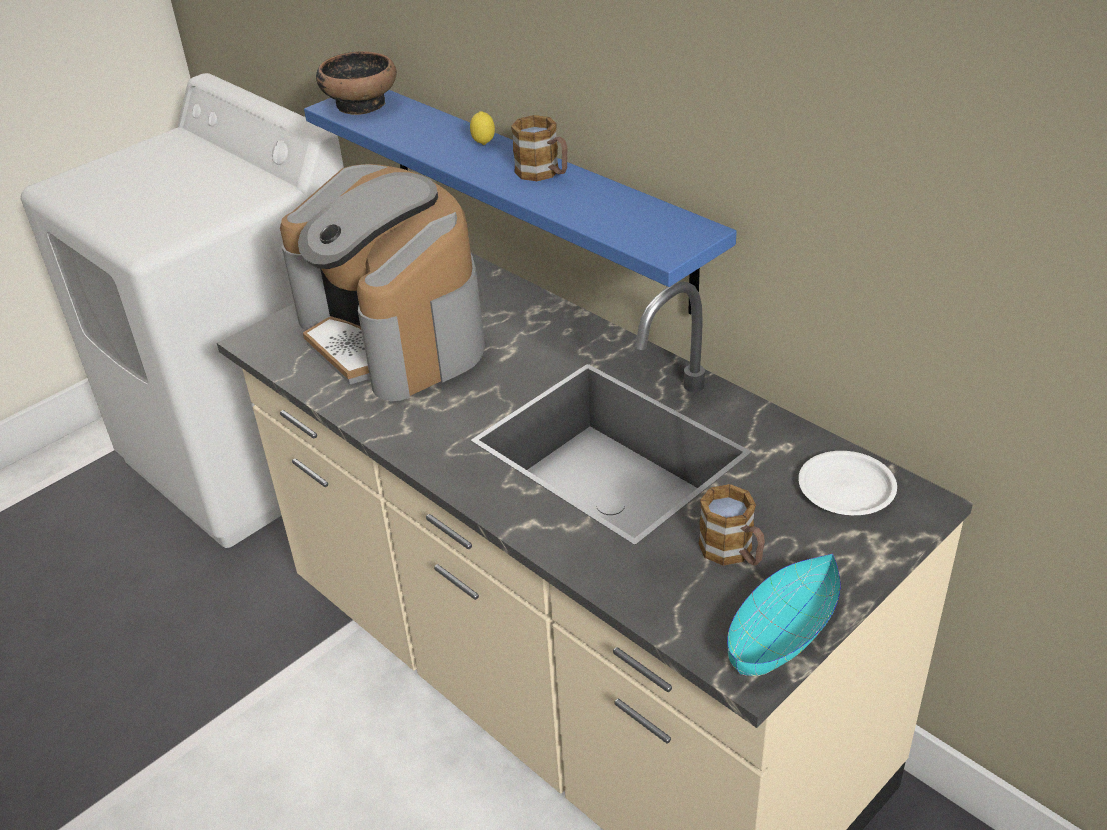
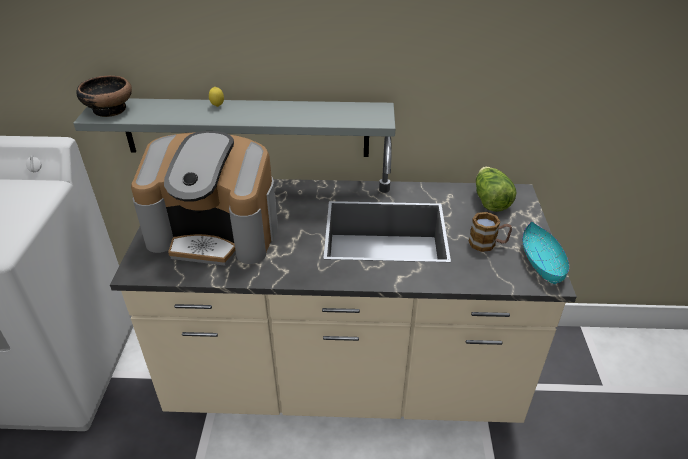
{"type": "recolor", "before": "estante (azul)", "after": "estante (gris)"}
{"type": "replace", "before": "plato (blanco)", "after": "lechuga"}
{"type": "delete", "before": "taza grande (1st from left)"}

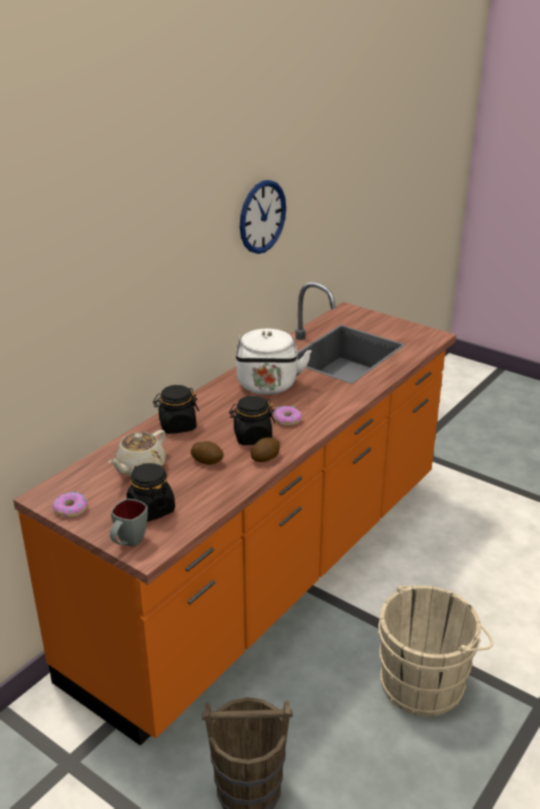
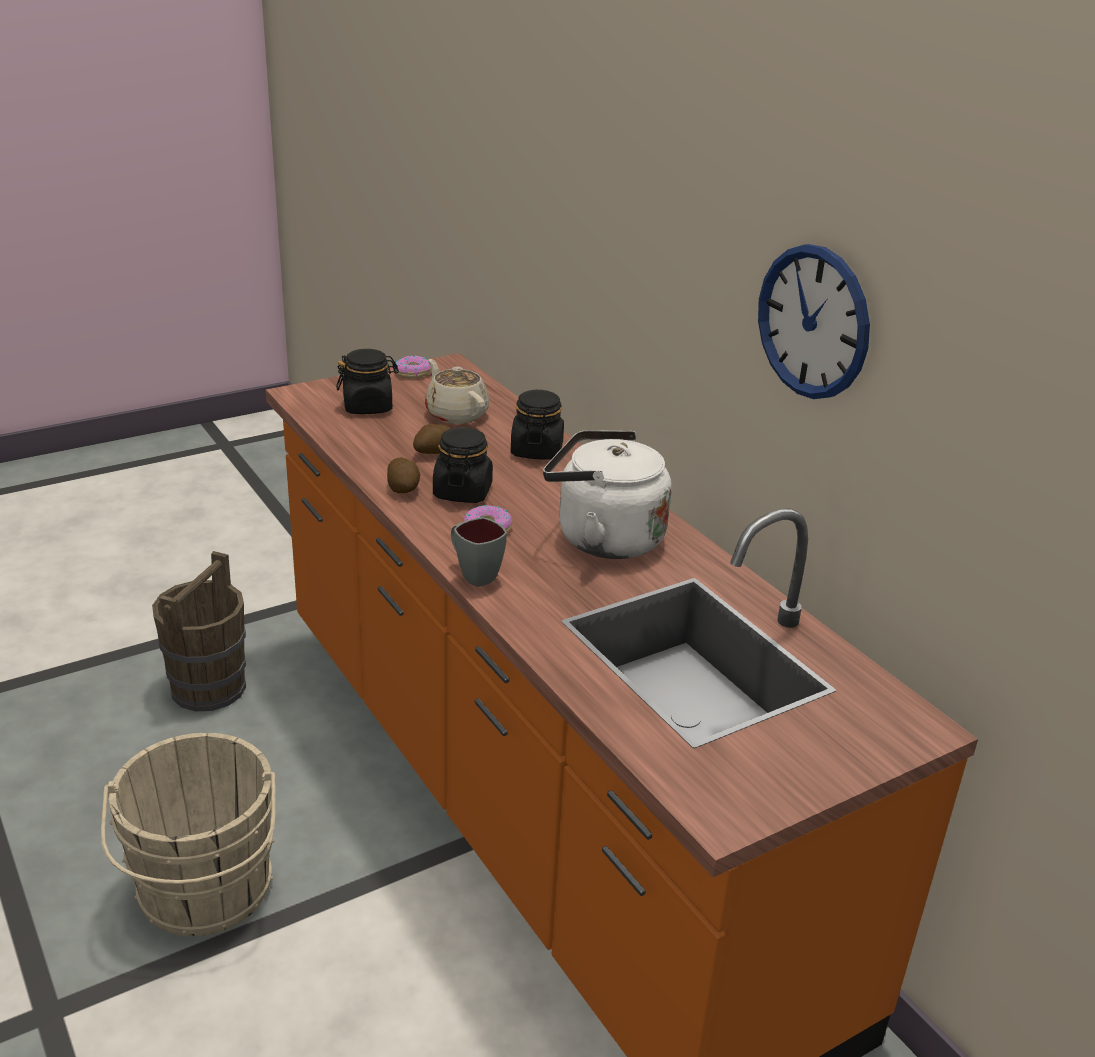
{"type": "move", "before": "taza grande (gris)"}

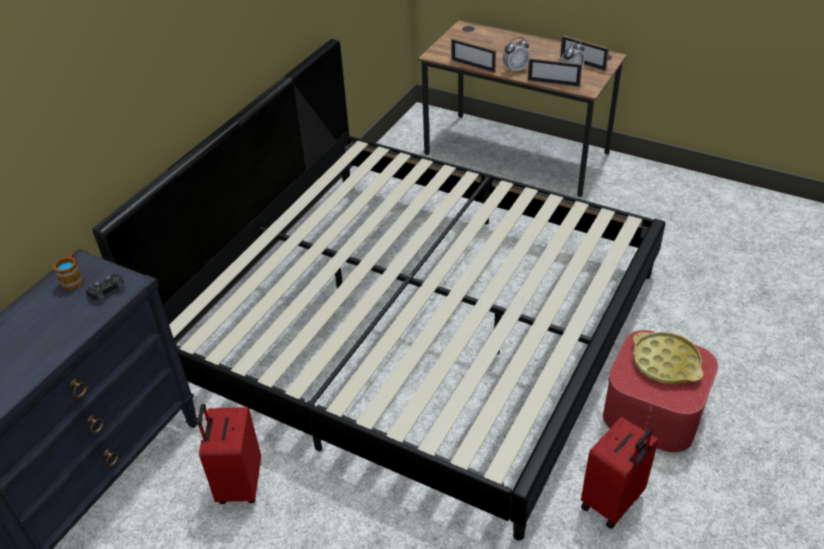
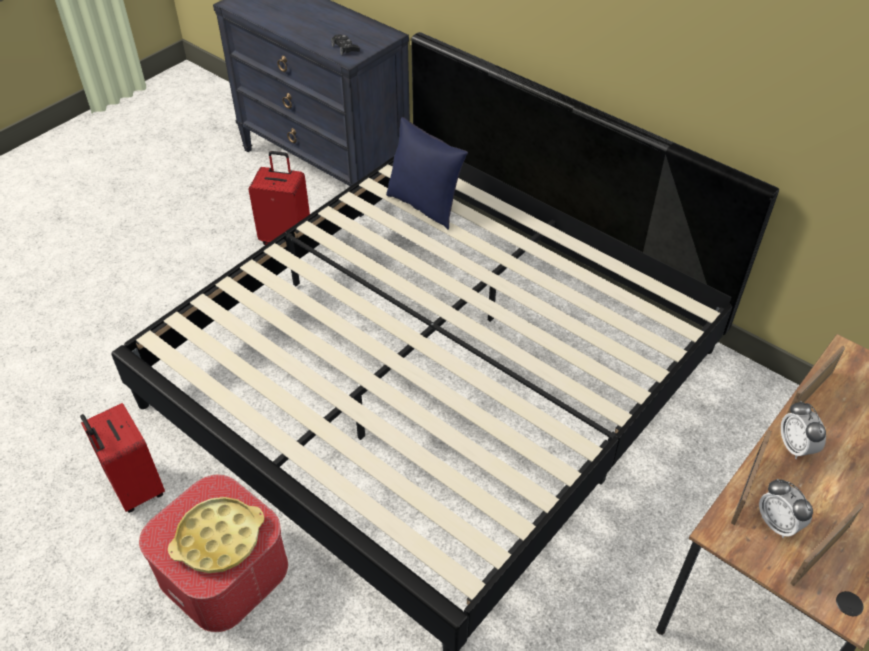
{"type": "insert", "after": "cojín (azul)"}
{"type": "delete", "before": "taza grande"}

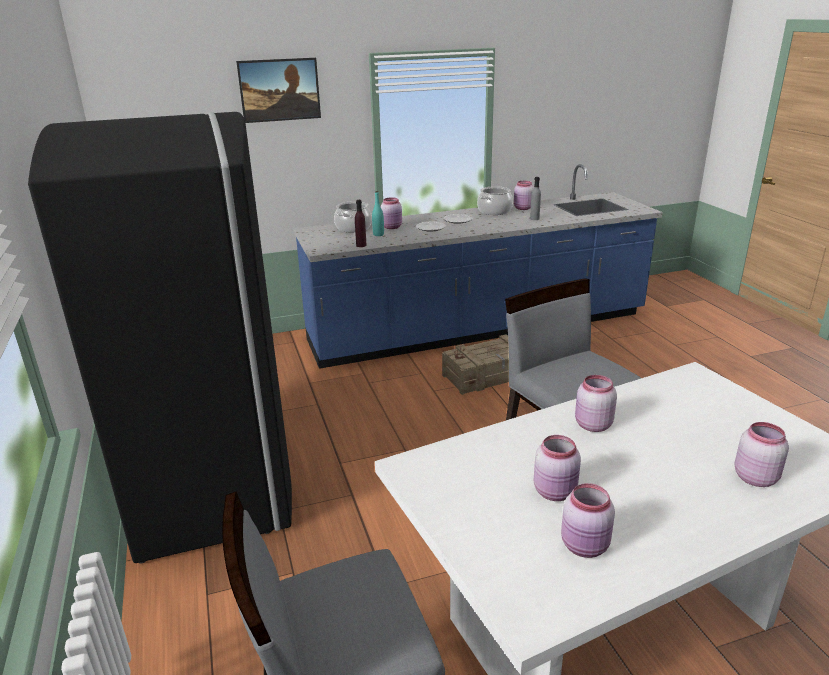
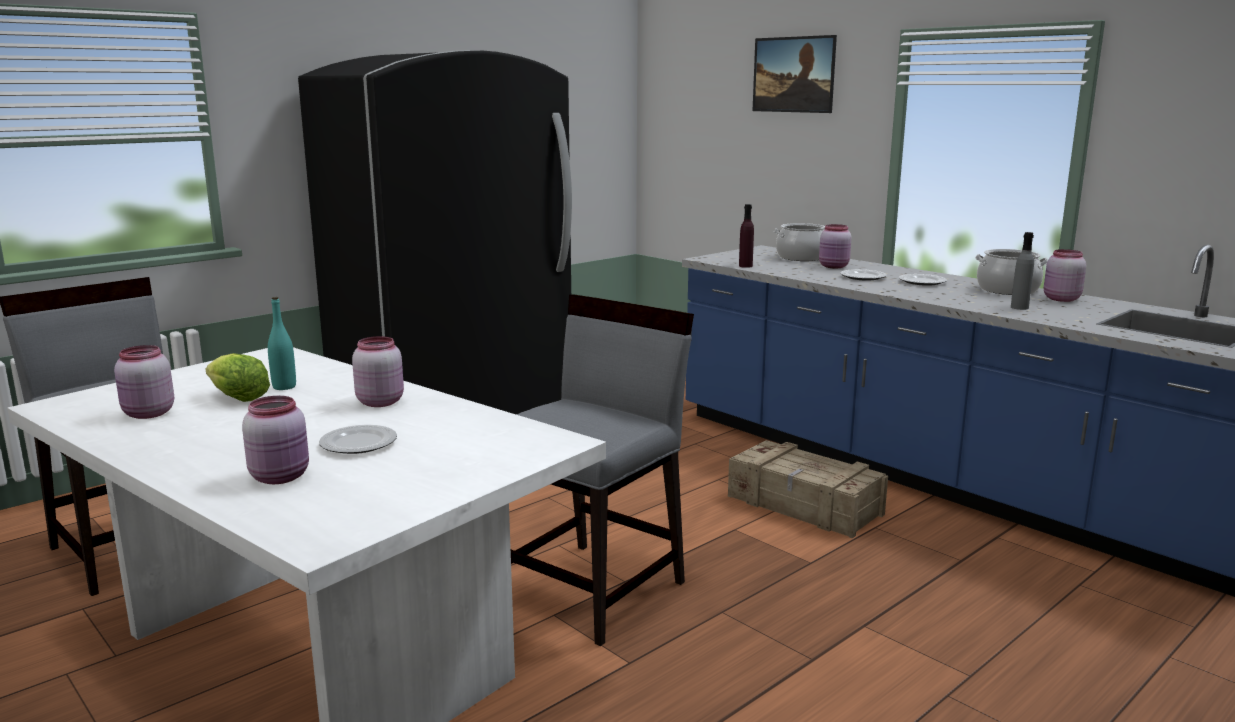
{"type": "replace", "before": "tarro (rosa) (3rd from left)", "after": "lechuga"}
{"type": "move", "before": "botella (turquesa)"}
{"type": "insert", "after": "plato (1st from left)"}

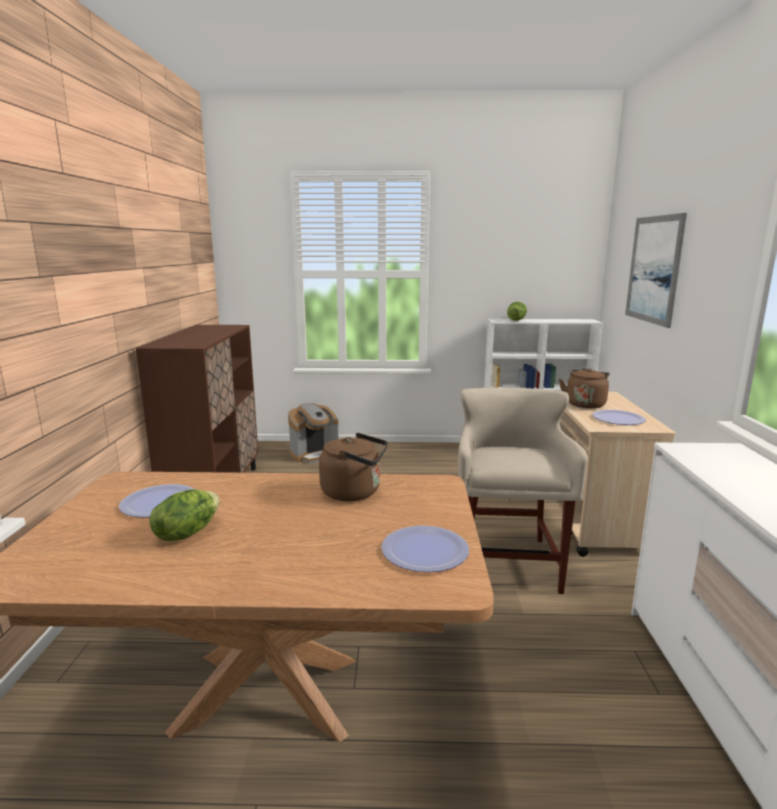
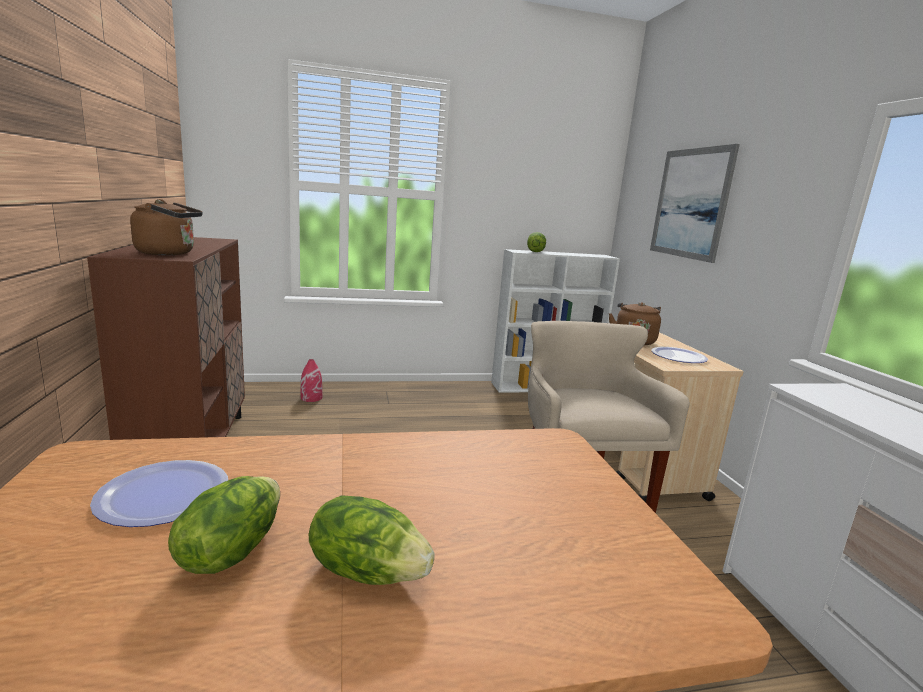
{"type": "move", "before": "hervidor (marrón) (1st from left)"}
{"type": "replace", "before": "cafetera", "after": "florero (rojo)"}
{"type": "insert", "after": "lechuga (2nd from left)"}
{"type": "delete", "before": "plato (2nd from left)"}

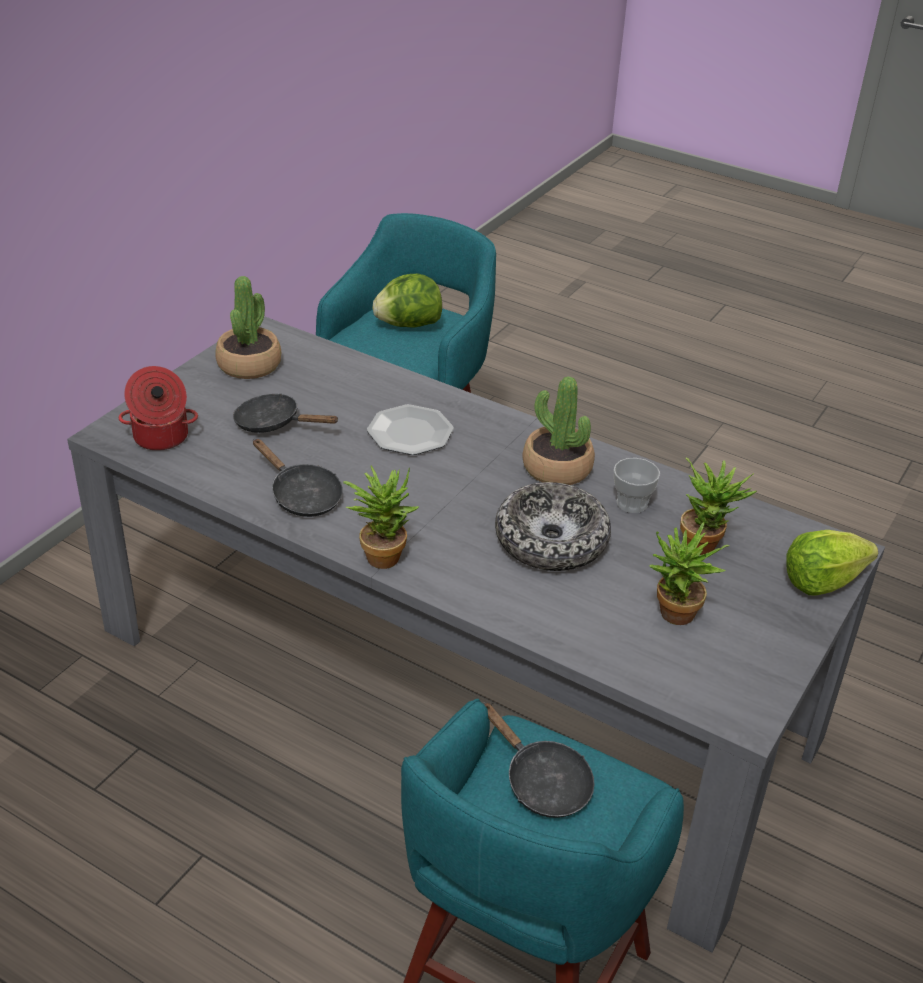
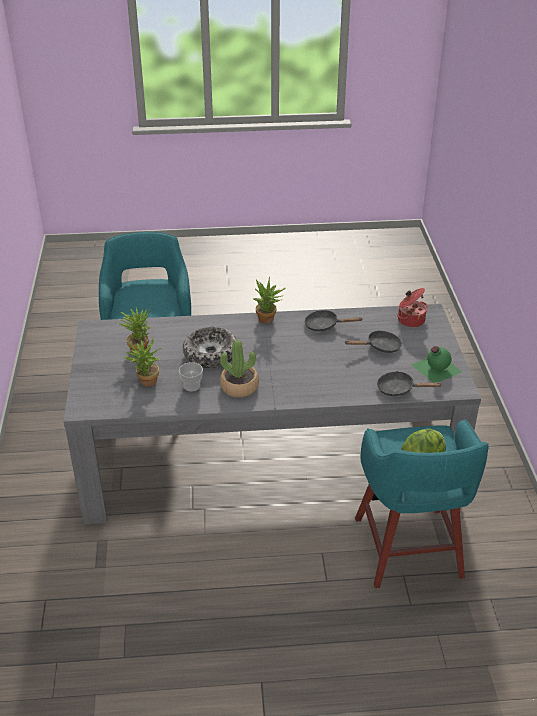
{"type": "move", "before": "sartén (negro) (3rd from left)"}
{"type": "replace", "before": "planta en maceta (1st from left)", "after": "botella (verde)"}
{"type": "delete", "before": "plato"}
{"type": "delete", "before": "lechuga (2nd from left)"}

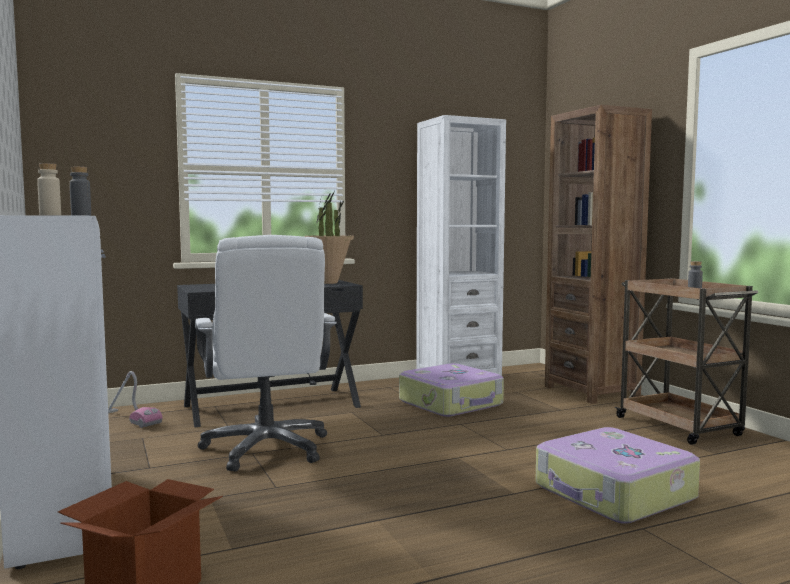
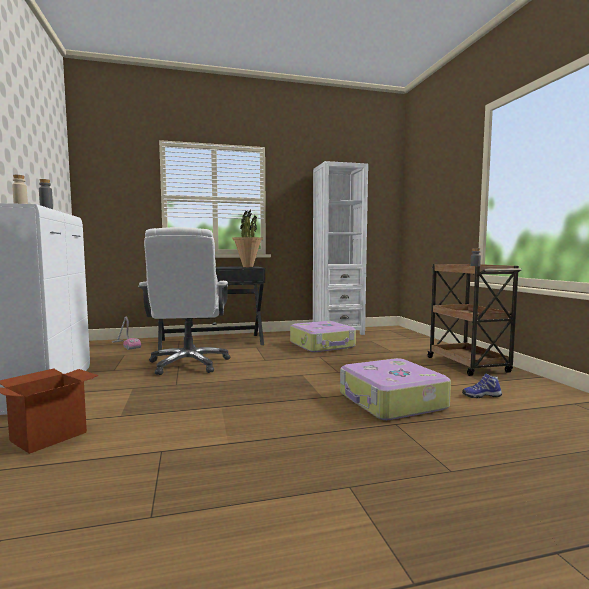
{"type": "insert", "after": "zapato"}
{"type": "delete", "before": "estantería (marrón)"}

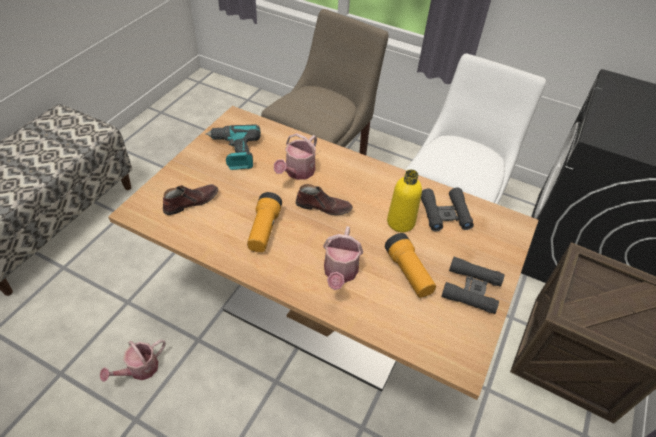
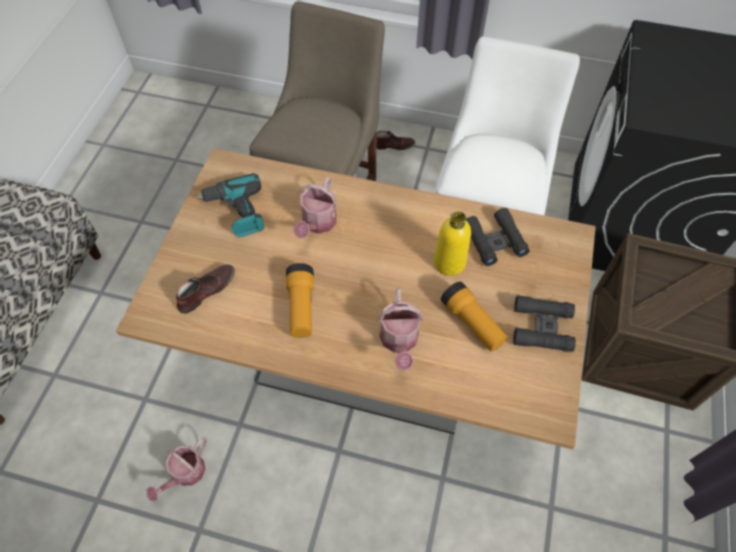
{"type": "move", "before": "zapato (marrón) (2nd from left)"}

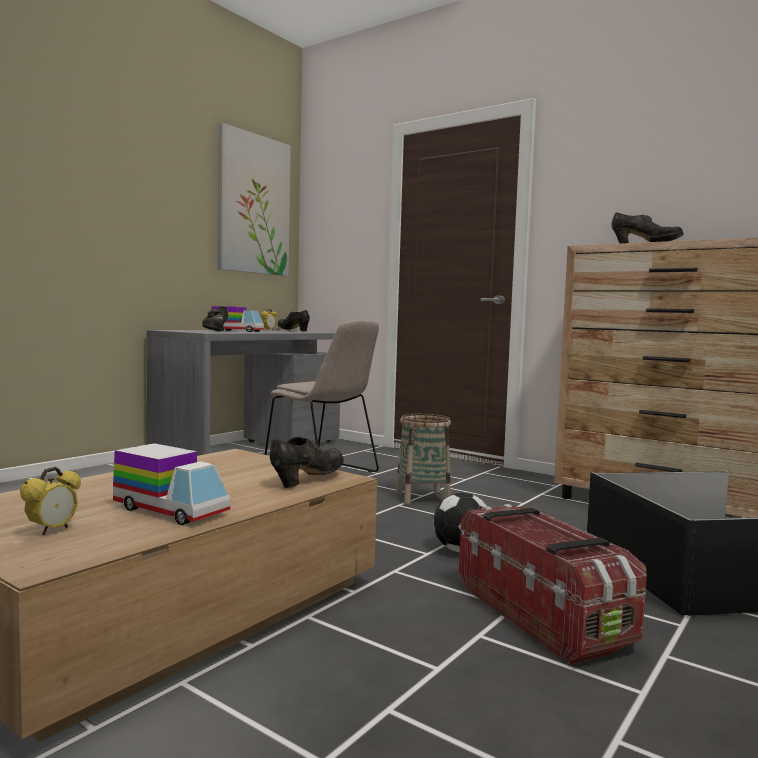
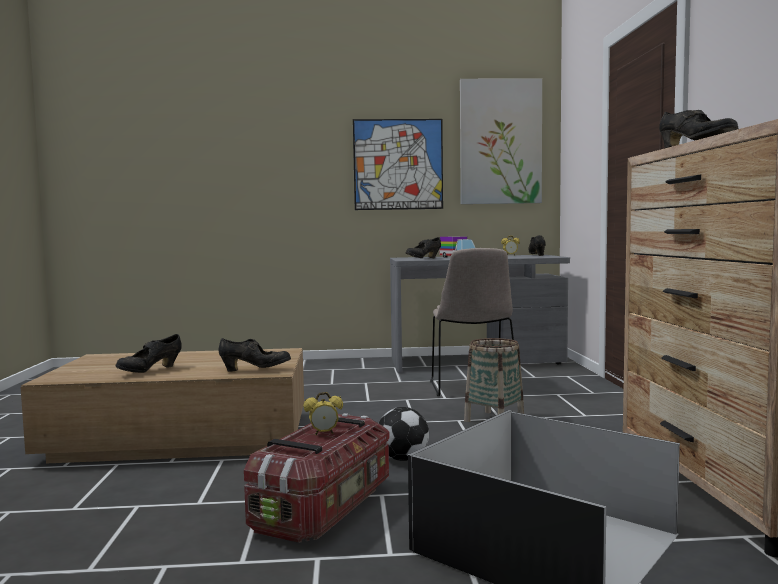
{"type": "replace", "before": "camión de juguete (1st from left)", "after": "zapato (negro) (1st from left)"}
{"type": "move", "before": "despertador (1st from left)"}
{"type": "insert", "after": "cuadro (1st from left)"}

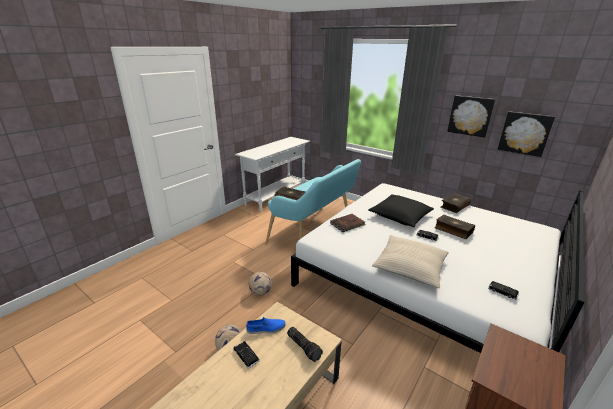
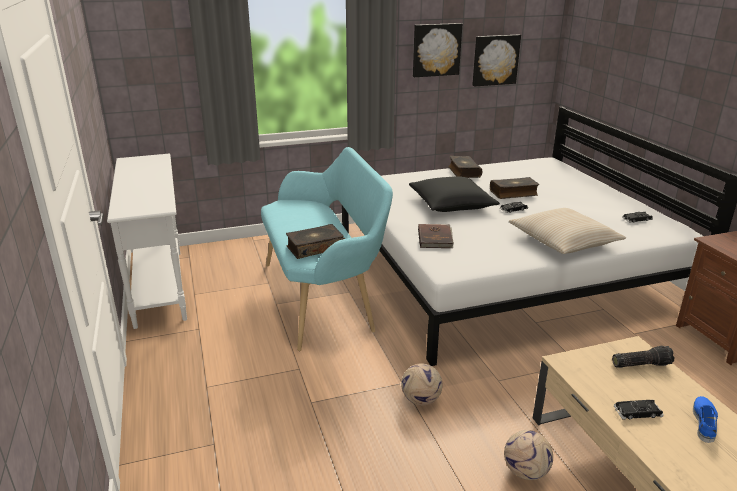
{"type": "move", "before": "zapato (azul)"}

